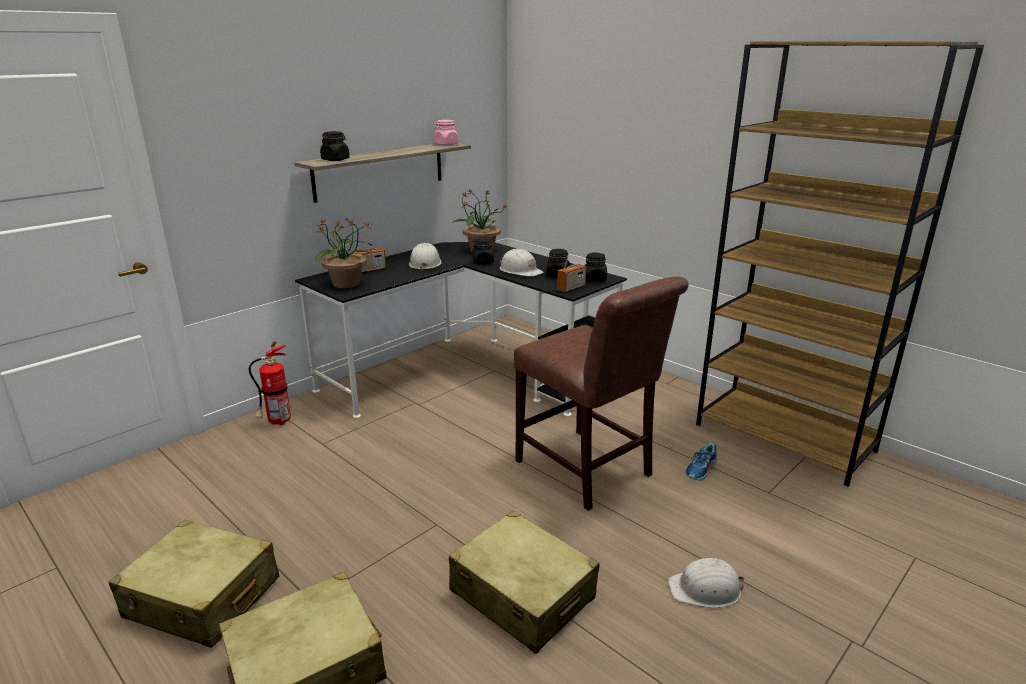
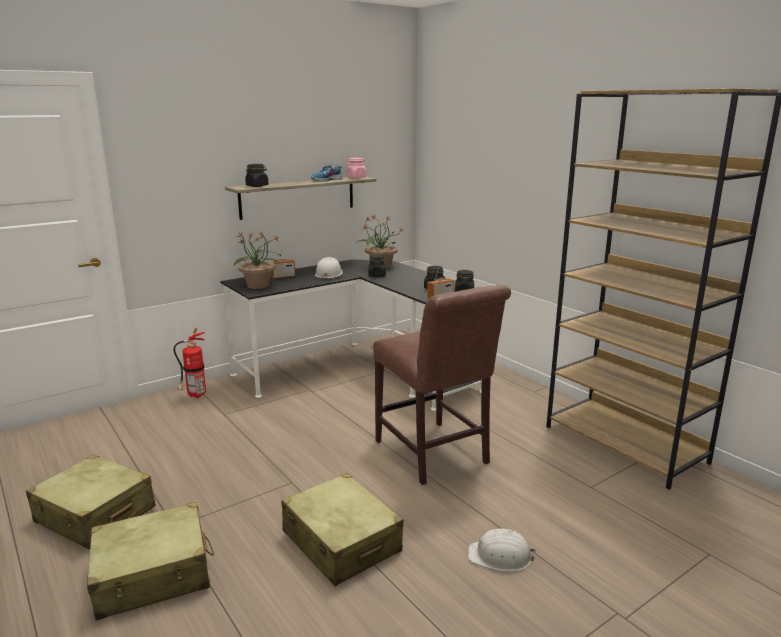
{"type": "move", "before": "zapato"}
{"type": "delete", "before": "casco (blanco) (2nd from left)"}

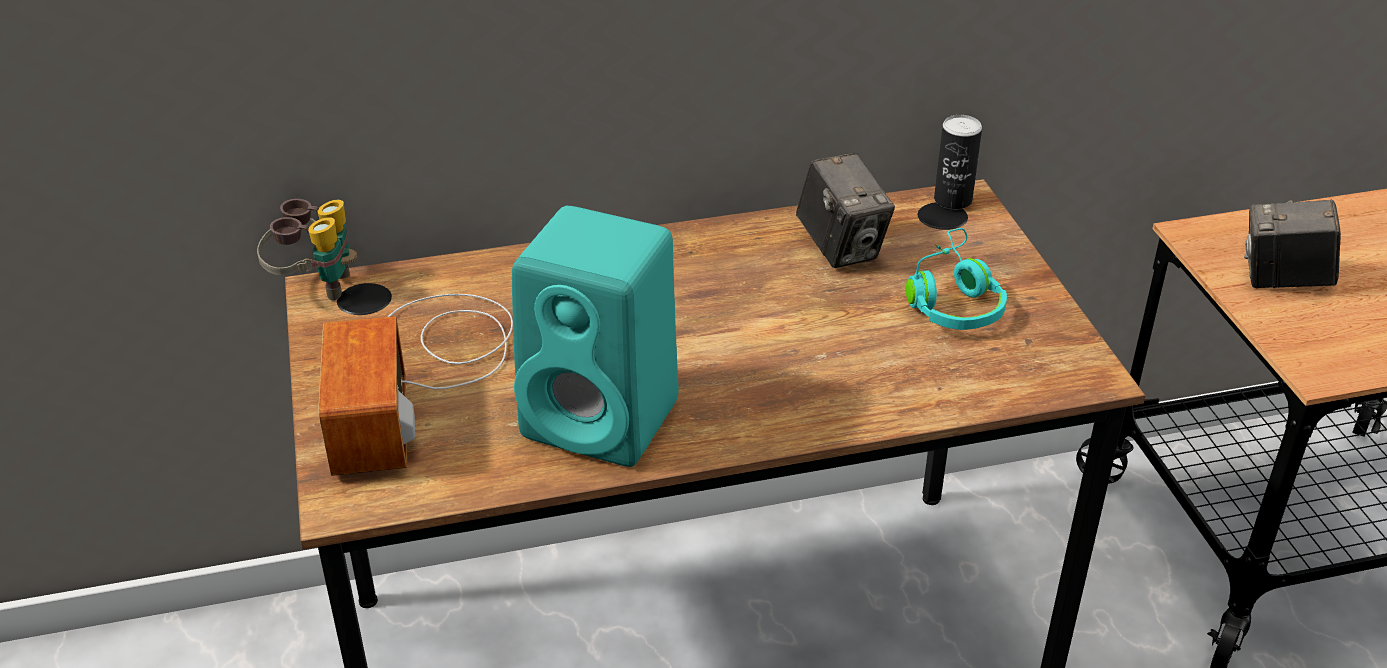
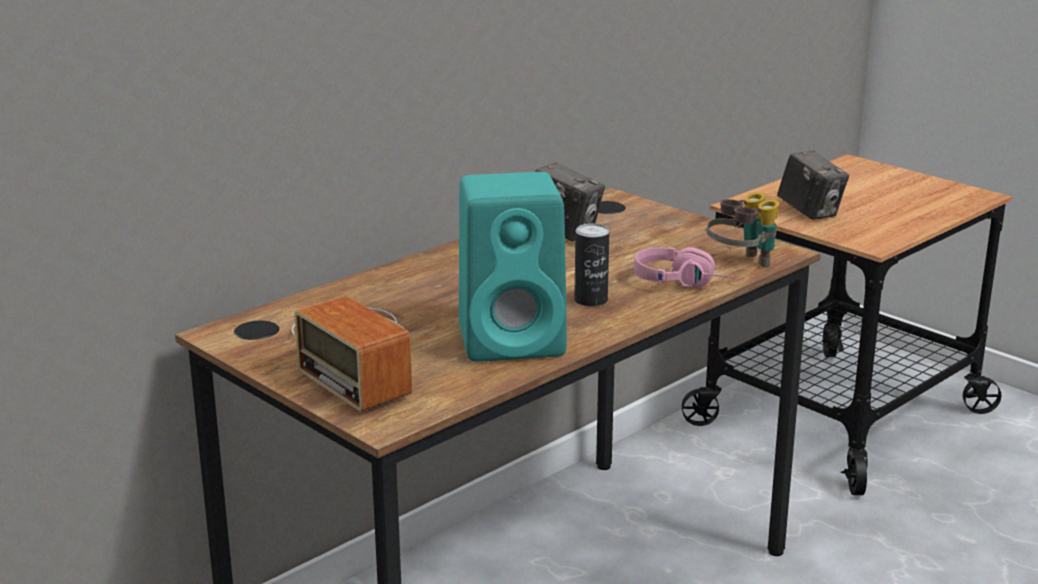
{"type": "move", "before": "lata"}
{"type": "insert", "after": "auriculares (rosa)"}
{"type": "move", "before": "prismáticos"}
{"type": "rotate", "before": "cámara (2nd from left)", "turn": -105}
{"type": "delete", "before": "auriculares (turquesa)"}

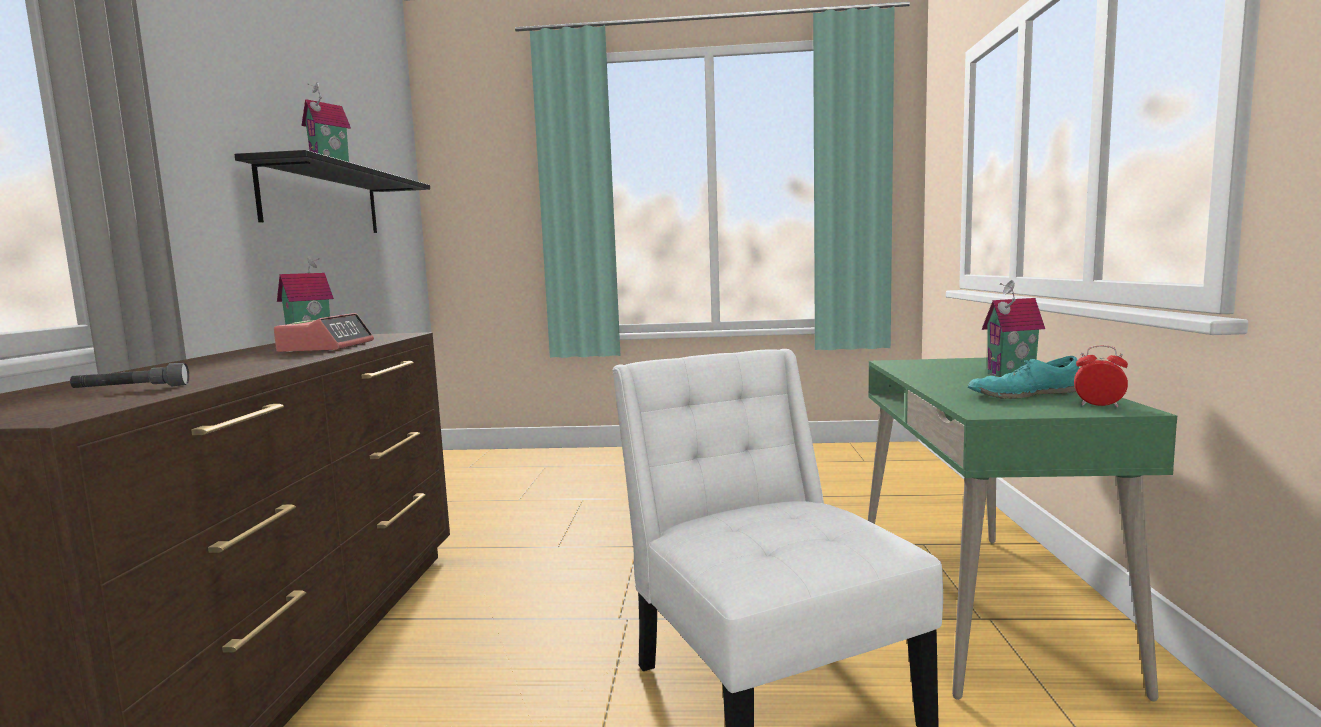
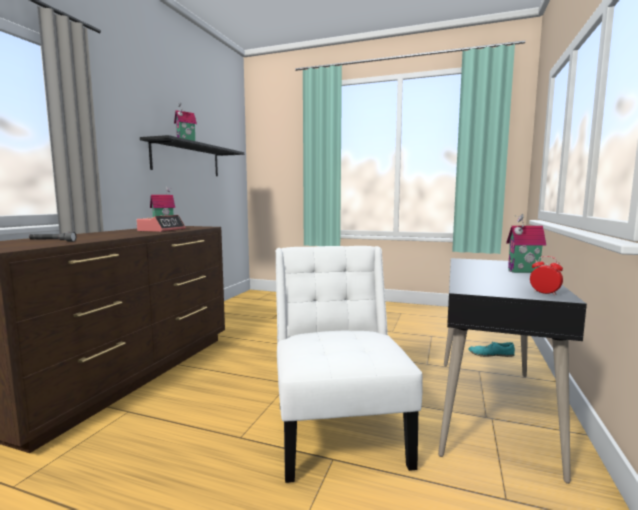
{"type": "recolor", "before": "escritorio (verde)", "after": "escritorio (negro)"}
{"type": "move", "before": "zapato (turquesa)"}

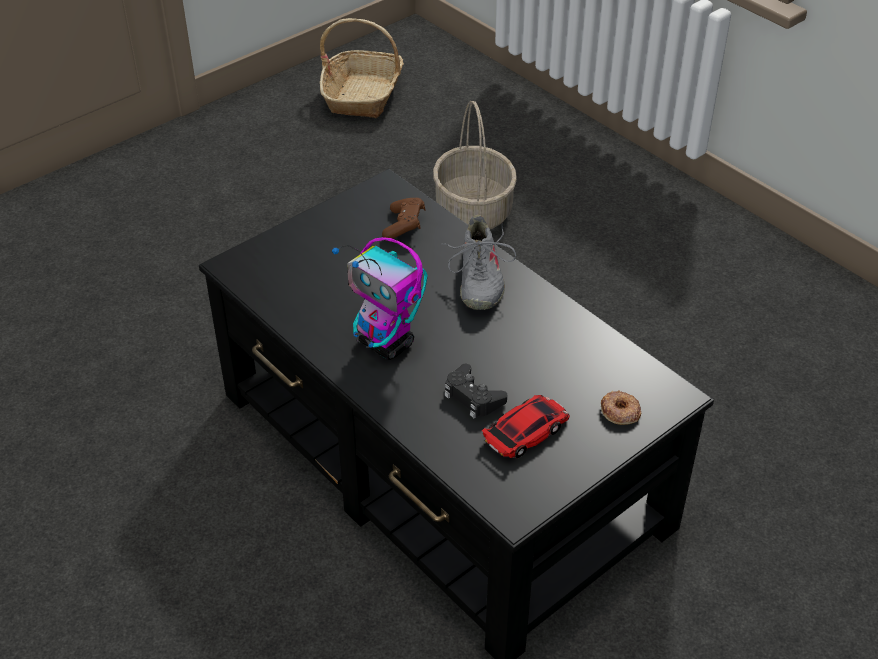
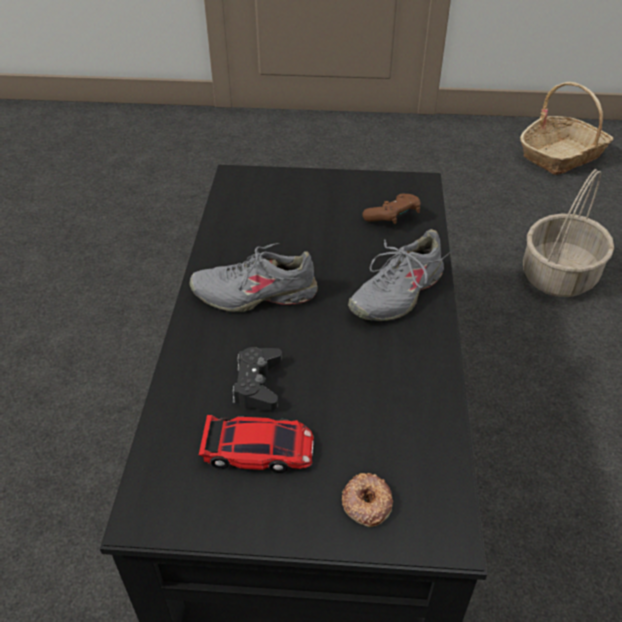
{"type": "replace", "before": "robot de juguete", "after": "zapato (gris) (1st from left)"}

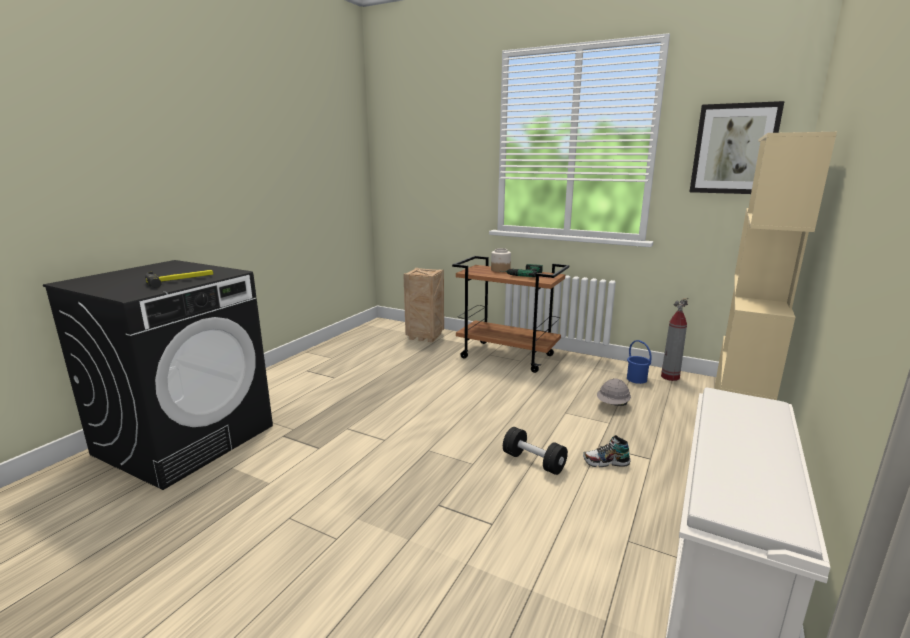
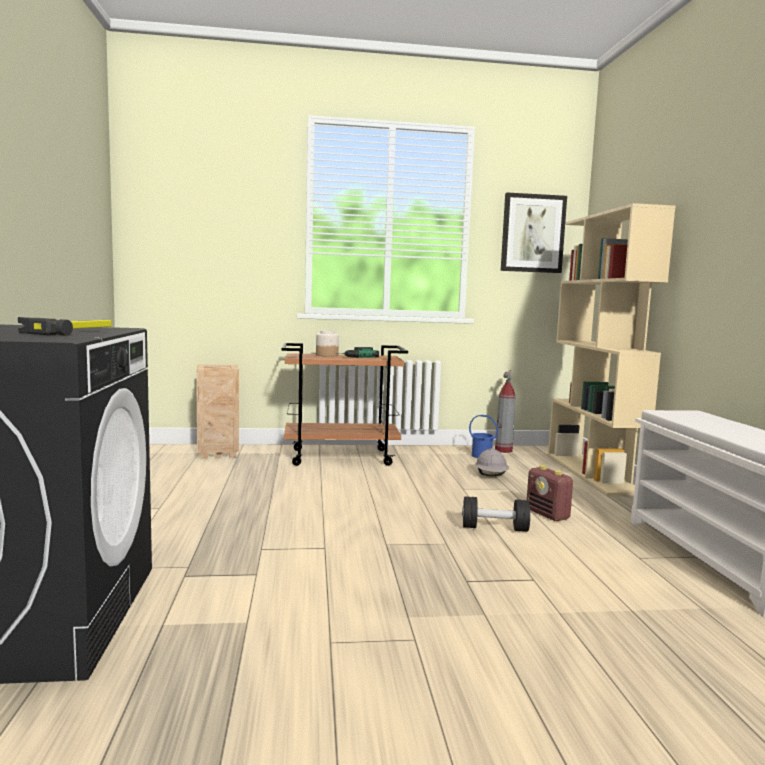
{"type": "replace", "before": "zapato", "after": "radio"}

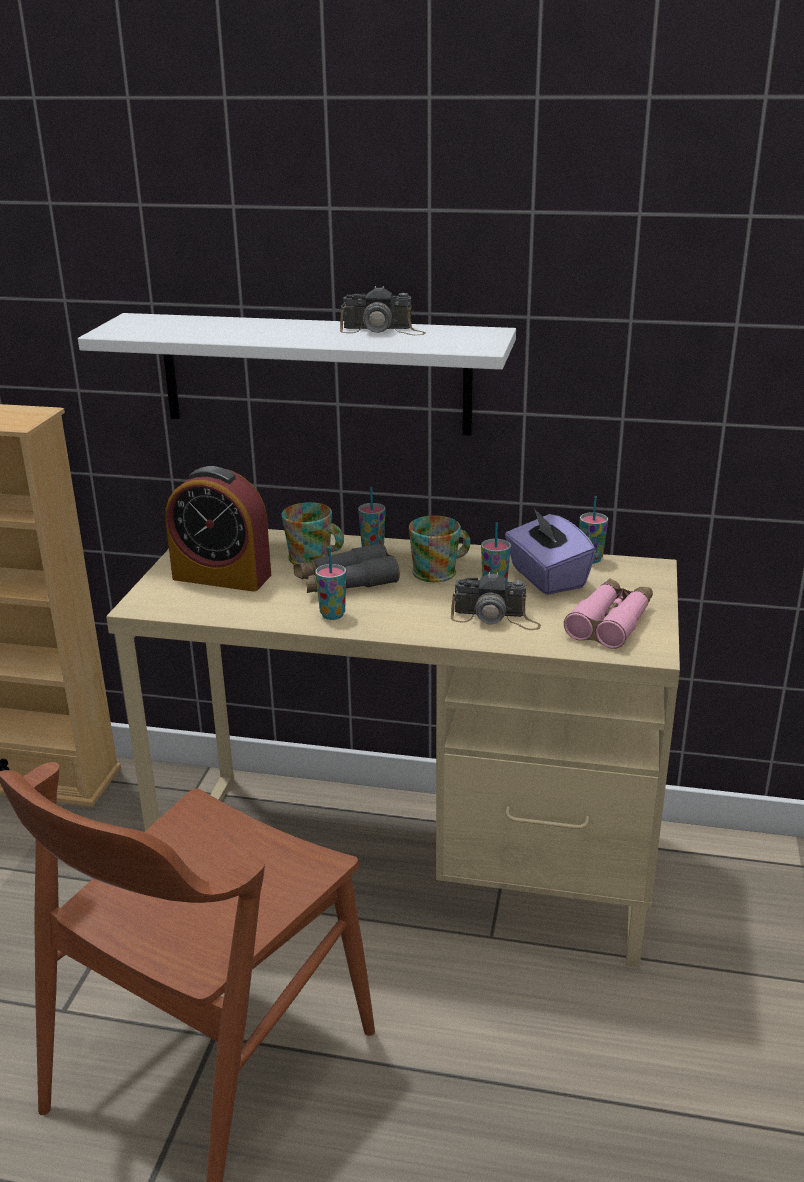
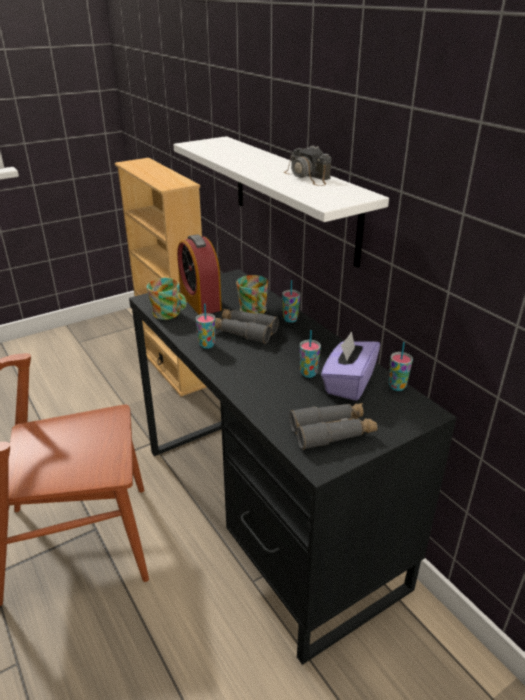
{"type": "recolor", "before": "escritorio (beis)", "after": "escritorio (negro)"}
{"type": "move", "before": "taza grande (2nd from left in the first image)", "after": "taza grande (1st from left)"}
{"type": "recolor", "before": "prismáticos (rosa)", "after": "prismáticos (gris) (2nd from left)"}
{"type": "delete", "before": "cámara (2nd from left)"}

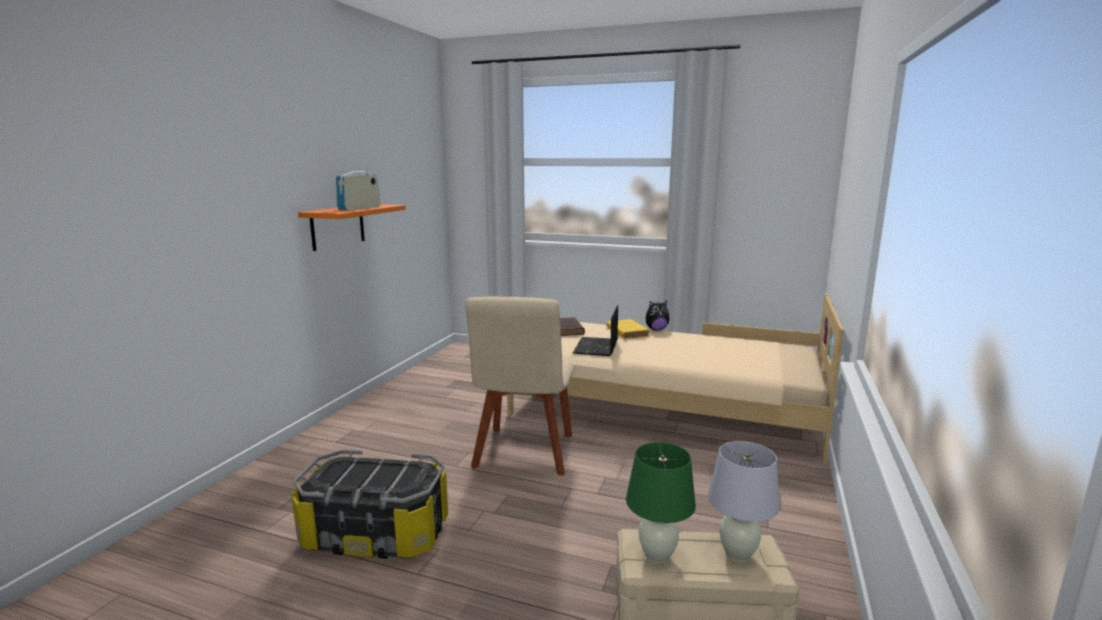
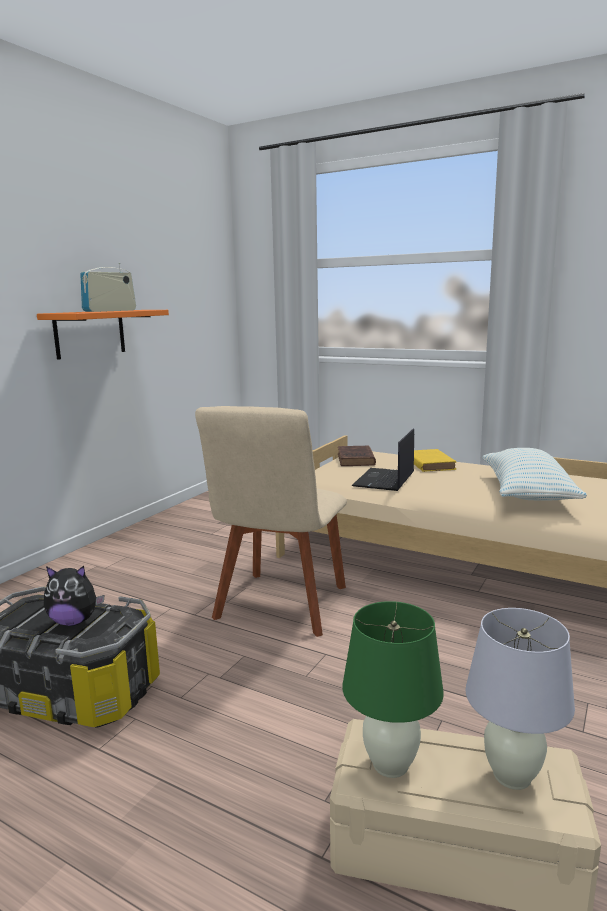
{"type": "move", "before": "peluche"}
{"type": "insert", "after": "cojín"}

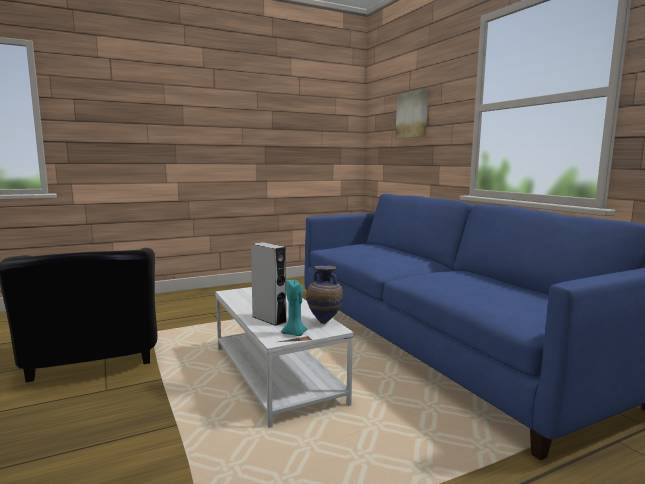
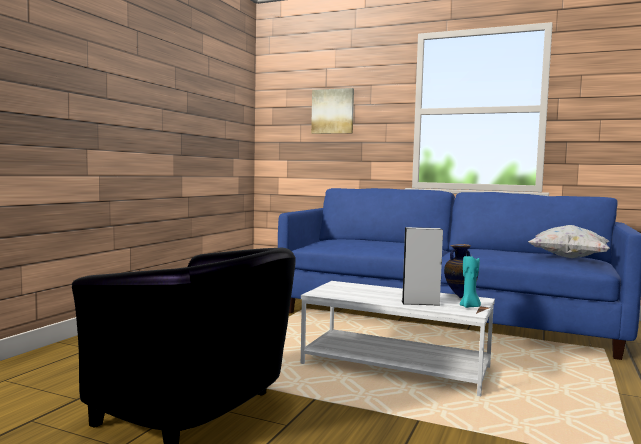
{"type": "insert", "after": "cojín (blanco)"}

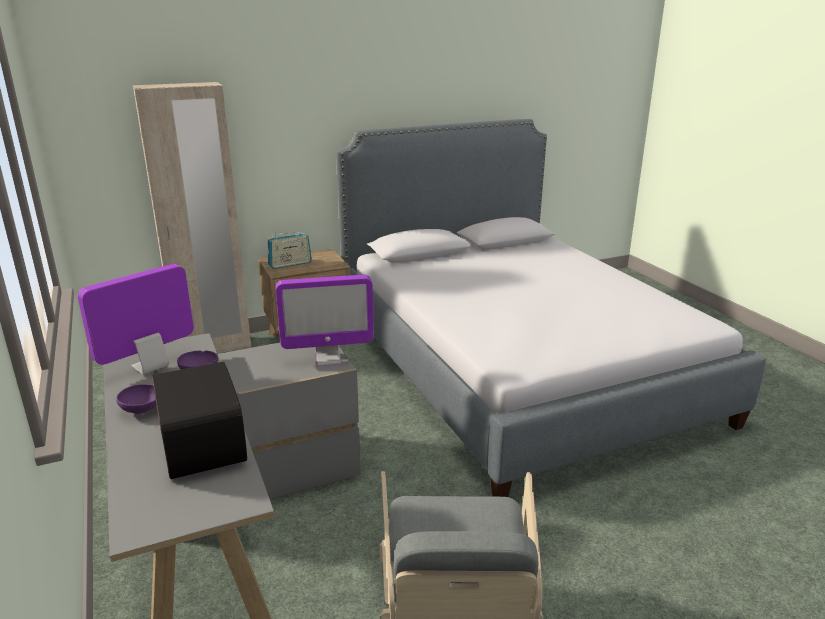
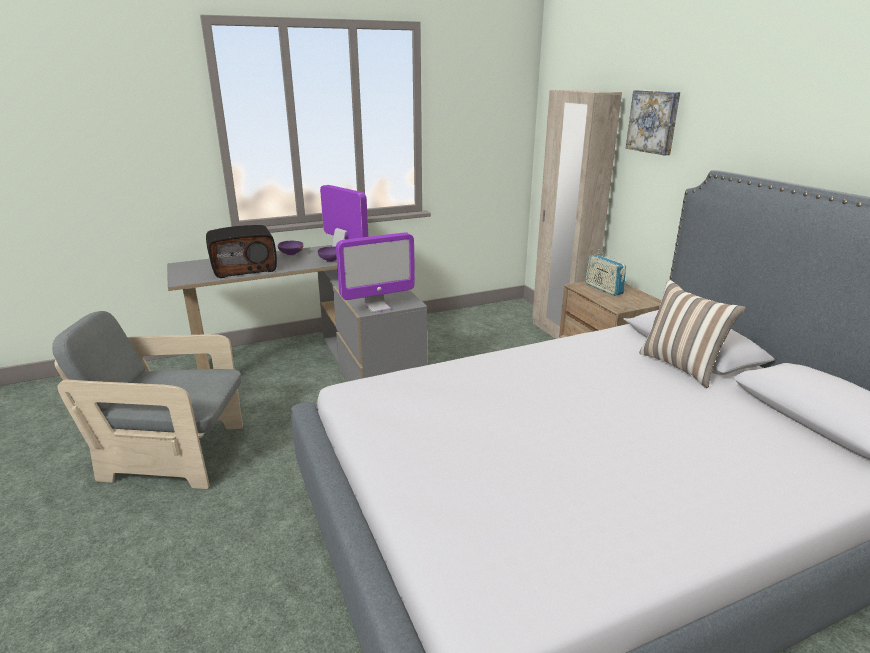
{"type": "rotate", "before": "monitor (2nd from left)", "turn": -105}
{"type": "insert", "after": "cuadro"}
{"type": "insert", "after": "cojín"}

